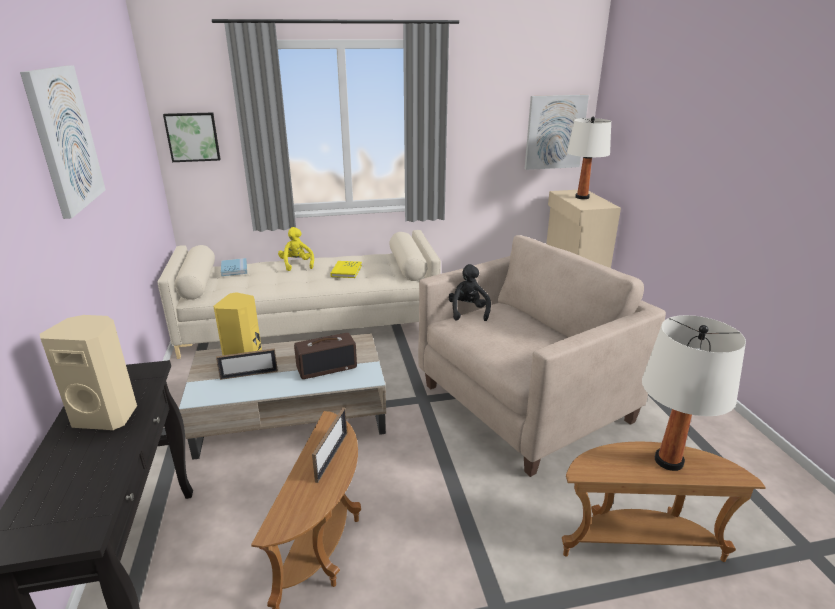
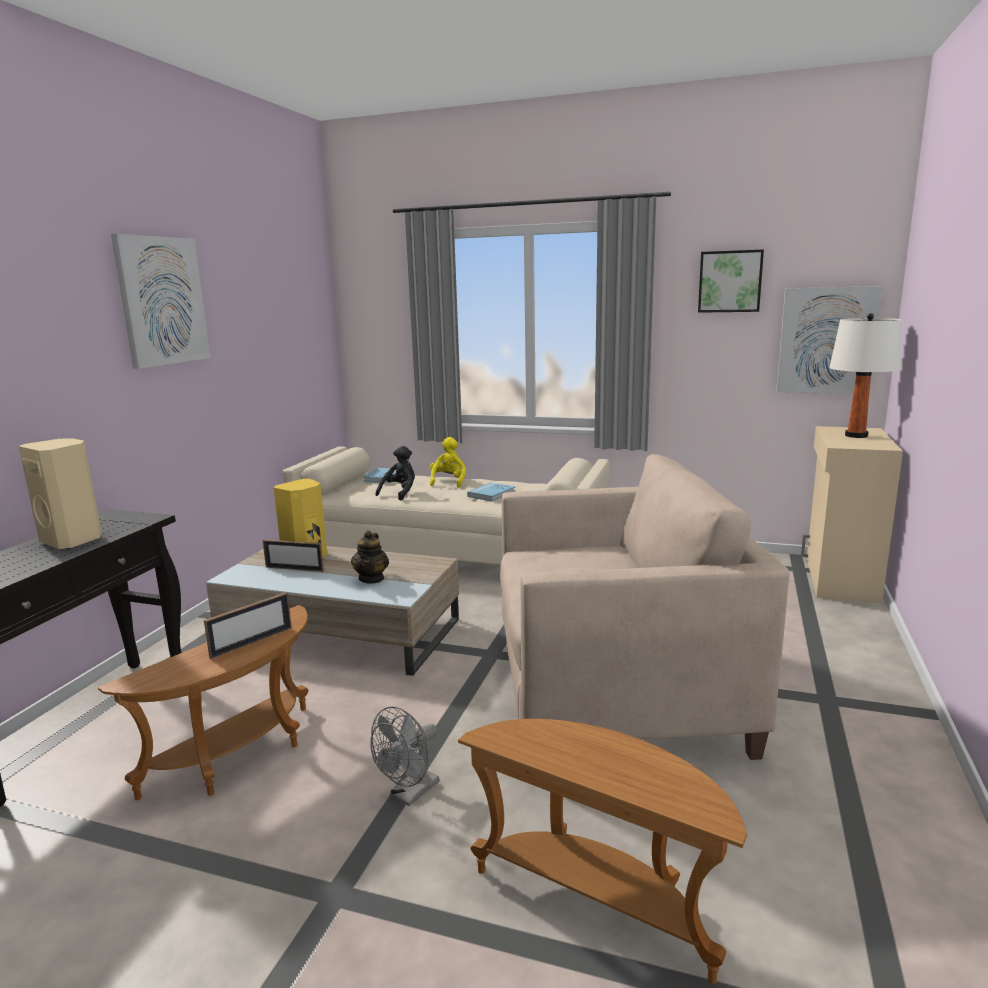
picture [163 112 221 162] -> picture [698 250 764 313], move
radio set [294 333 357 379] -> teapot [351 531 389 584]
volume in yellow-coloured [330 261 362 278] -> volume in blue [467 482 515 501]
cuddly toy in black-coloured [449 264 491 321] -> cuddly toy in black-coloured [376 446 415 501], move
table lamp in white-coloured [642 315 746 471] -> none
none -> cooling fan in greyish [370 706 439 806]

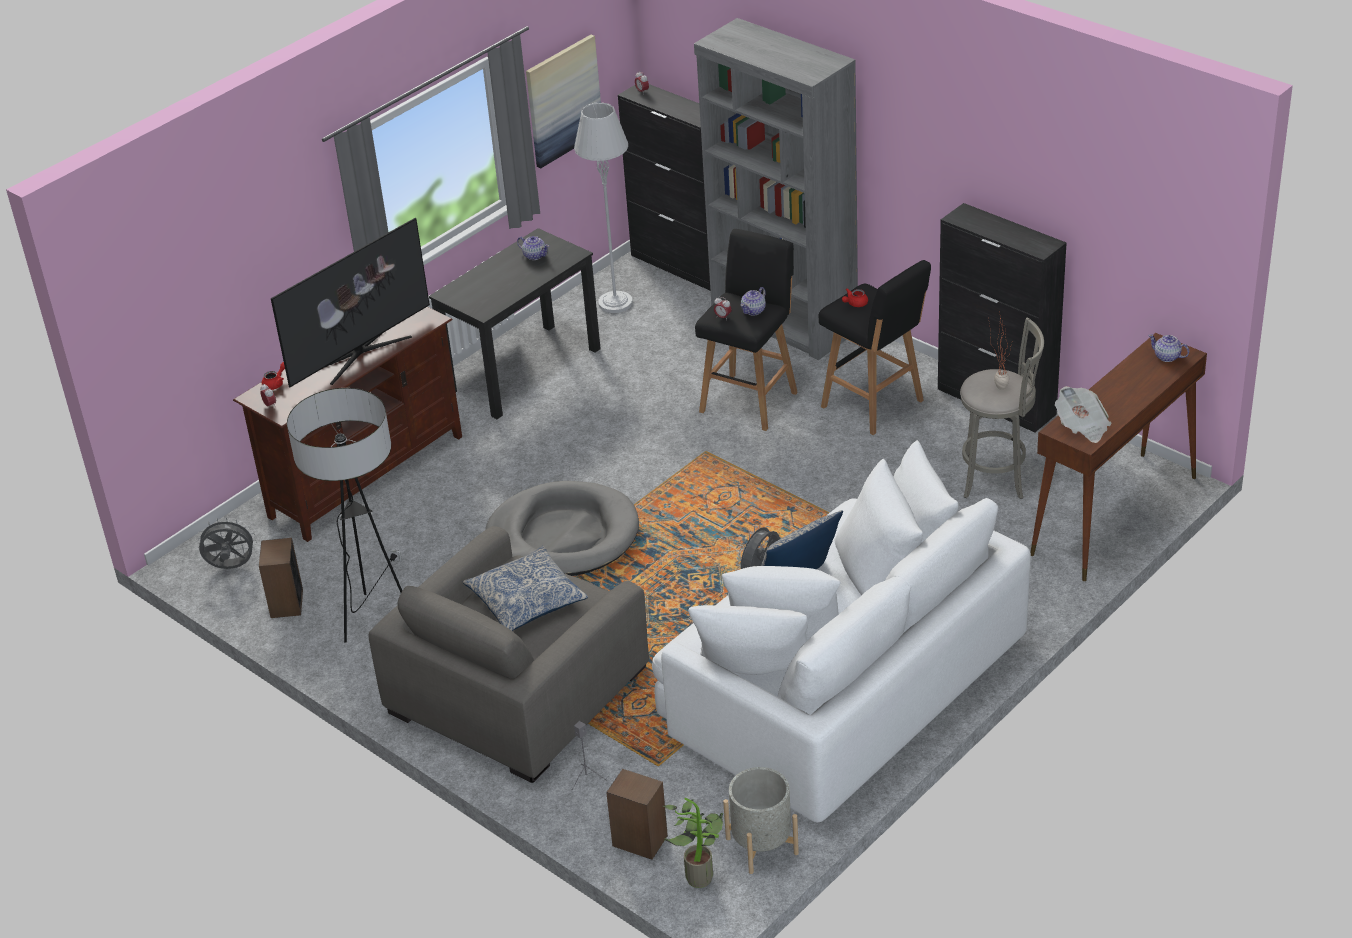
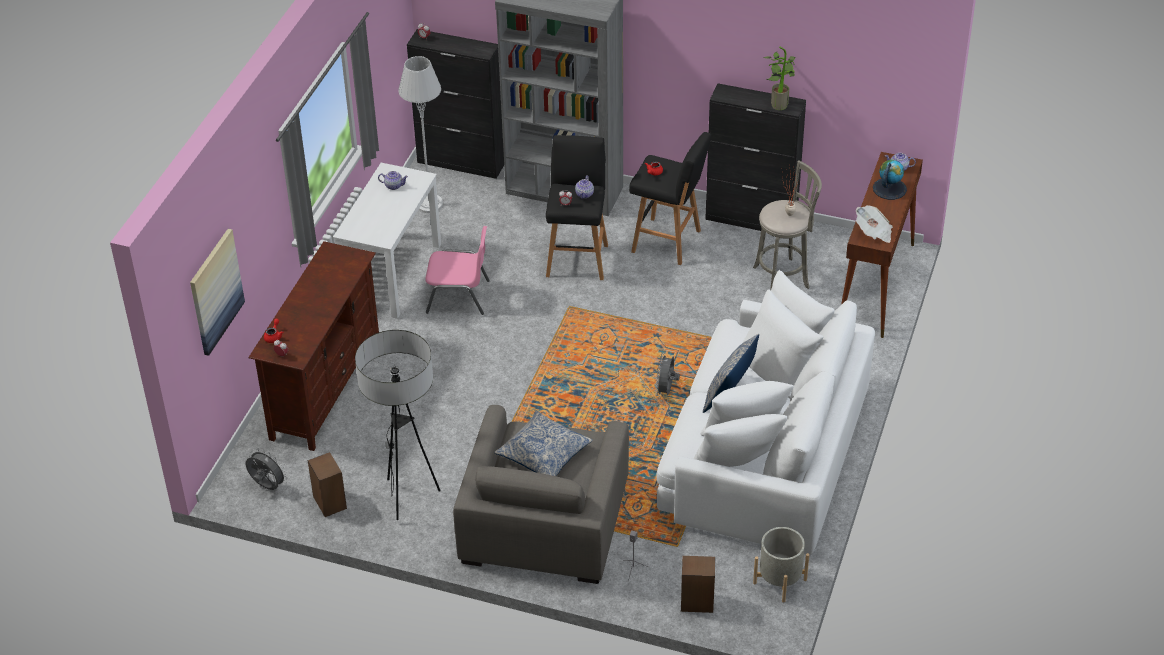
cooling fan in greyish [196 517 257 569] -> cooling fan in greyish [246 449 287 490], 60 degrees clockwise
TV [271 218 430 387] -> none
desk in black-coloured [429 228 601 419] -> desk in white-coloured [333 163 441 319]
pet bed in greyish [485 481 639 576] -> none
picture [526 35 601 168] -> picture [190 229 245 356], move
plant in a pot [663 798 723 888] -> plant in a pot [763 47 795 110], move
none -> chair in pink [425 226 490 315]
none -> world globe [873 159 907 200]

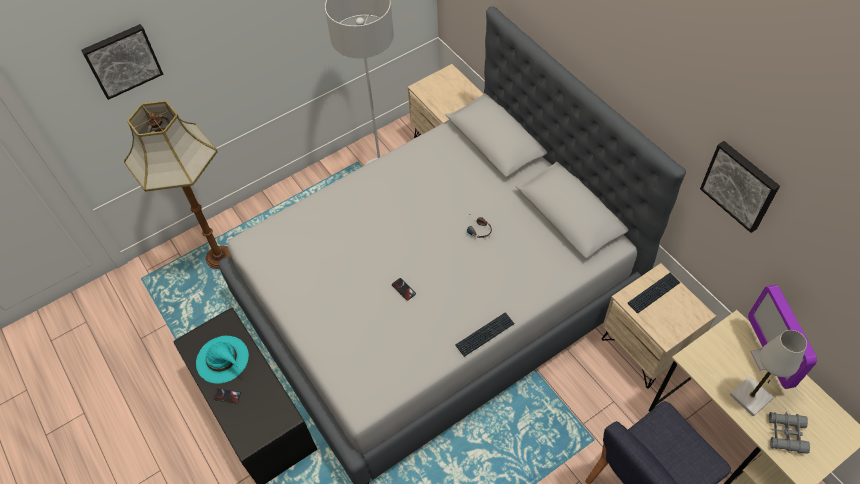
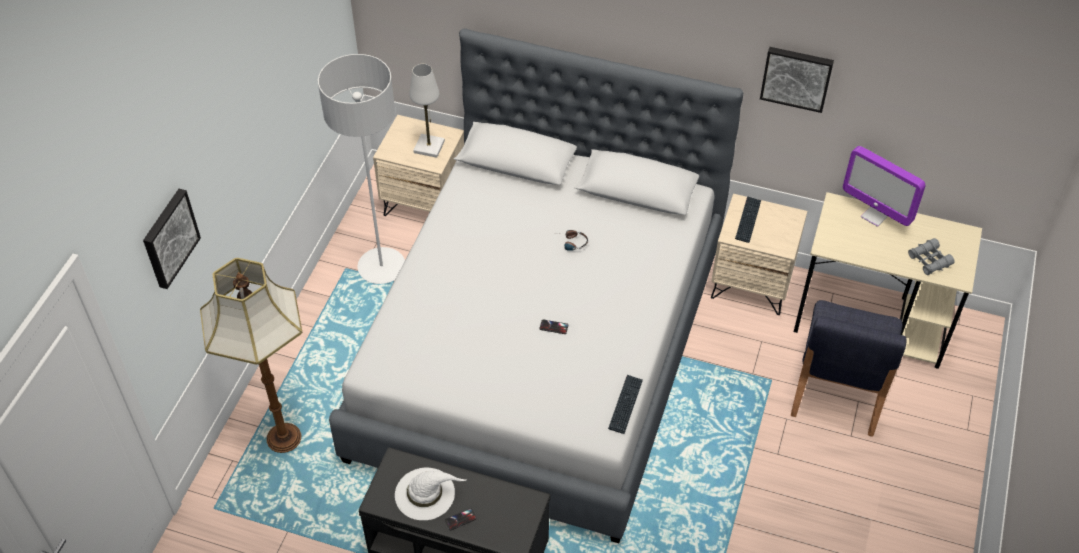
wearable hat in turquoise [196 336 249 384] -> wearable hat in white-coloured [395 468 466 520]
PC keyboard [456 312 515 357] -> PC keyboard [608 375 643 434], move
table lamp in white-coloured [730 330 807 416] -> table lamp in white-coloured [409 64 445 158], move

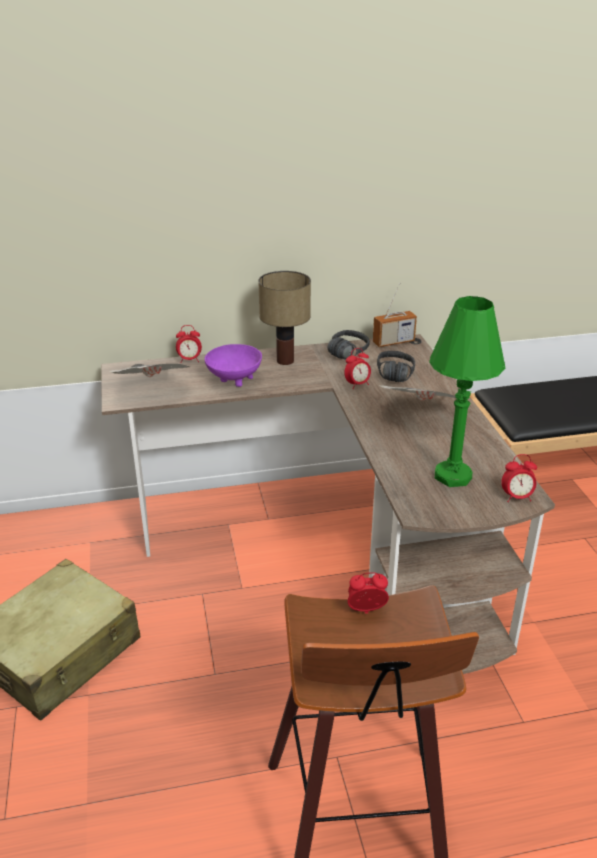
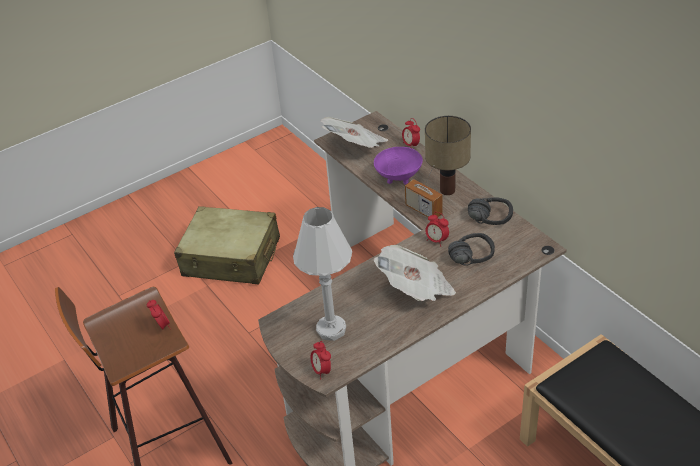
radio set [373 283 417 347] -> radio set [405 166 443 217], move
table lamp in green [429 296 505 487] -> table lamp in white-coloured [293 207 352 341]

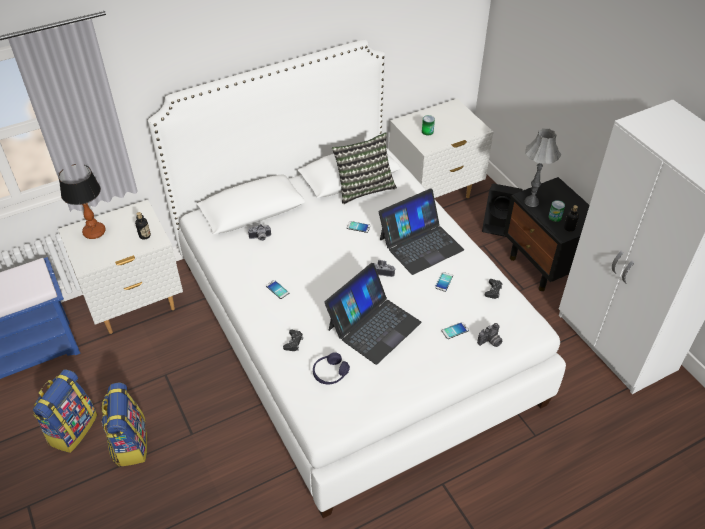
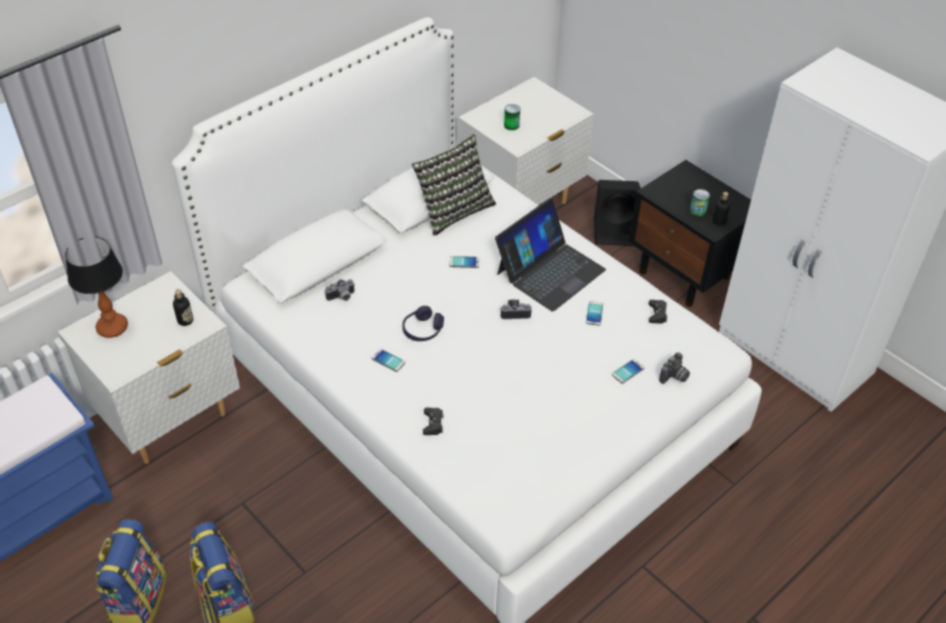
pair of headphones in purple [313 352 350 384] -> pair of headphones in purple [402 306 444 341], move
notebook computer [324 263 422 365] -> none
table lamp in greyish [525 128 561 207] -> none

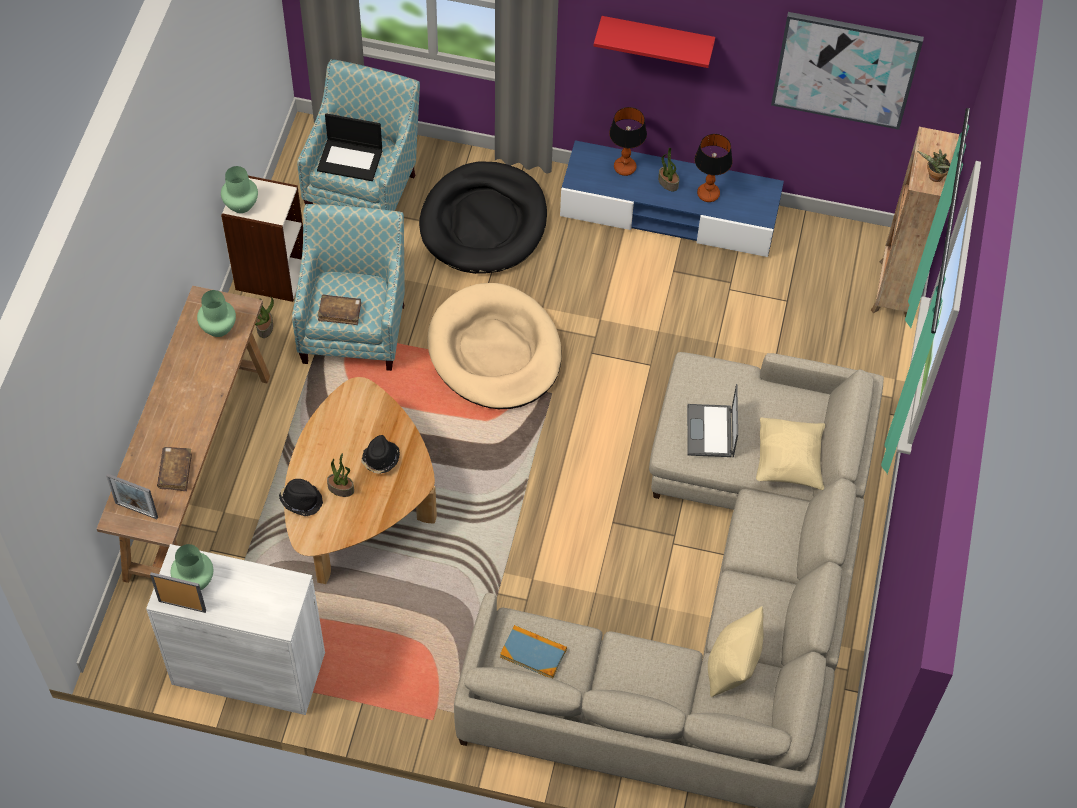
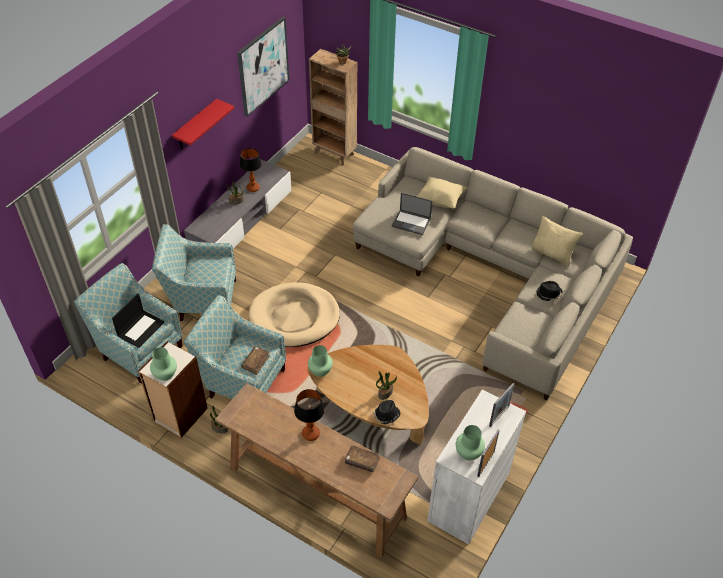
standing frame [106 474 158 519] -> standing frame [489 383 515 427], move
vase in green [197 290 236 337] -> vase in green [308 345 333 377], move
wearable hat in black-coloured [361 435 400 473] -> wearable hat in black-coloured [536 281 563 301], move
pet bed in black-coloured [419 161 547 274] -> armchair [152 224 236 321]
volume [500 625 567 678] -> none
tv stand in blue [560 140 784 257] -> tv stand in greyish [184 159 292 248]
table lamp [609 107 647 176] -> table lamp [294 389 325 441], move

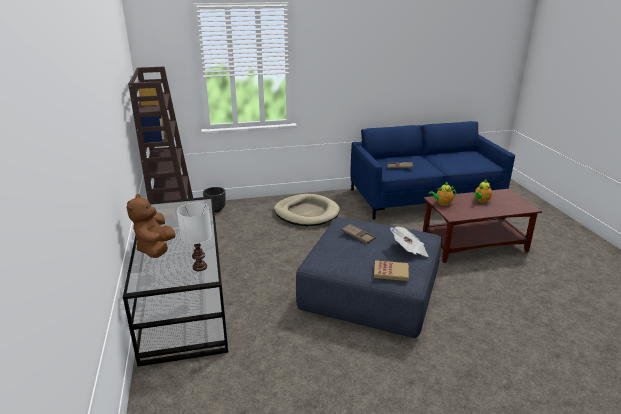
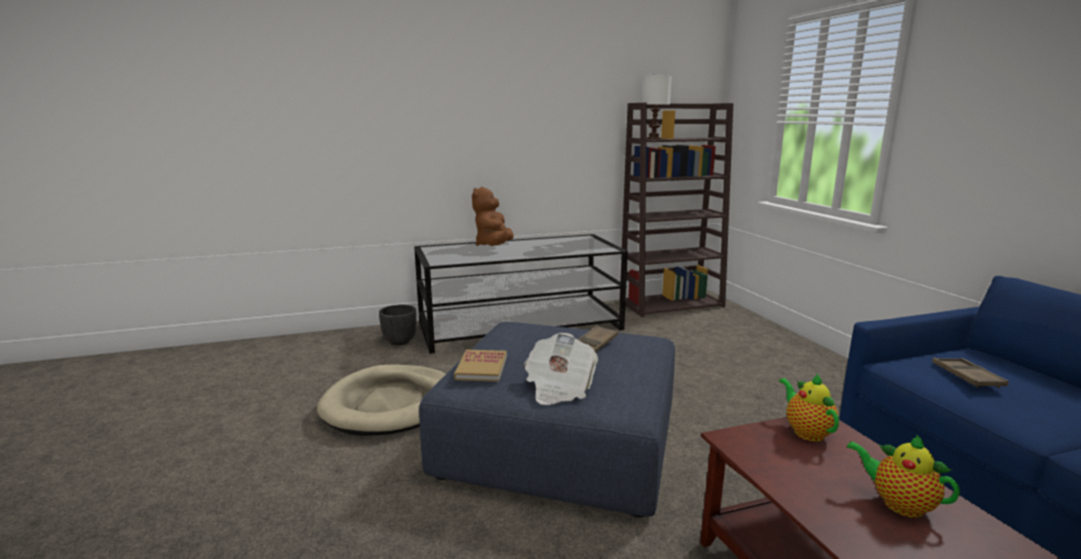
cuddly toy in brown [127 194 176 258] -> cuddly toy in brown [472 187 514 246], 75 degrees counterclockwise
table lamp in white-coloured [177 203 212 271] -> table lamp in white-coloured [642 75 672 139], move
plant pot in black-coloured [203 187 226 212] -> plant pot in black-coloured [379 305 417 345], move
pet bed in beige-coloured [274 194 340 226] -> pet bed in beige-coloured [317 364 446 436], move

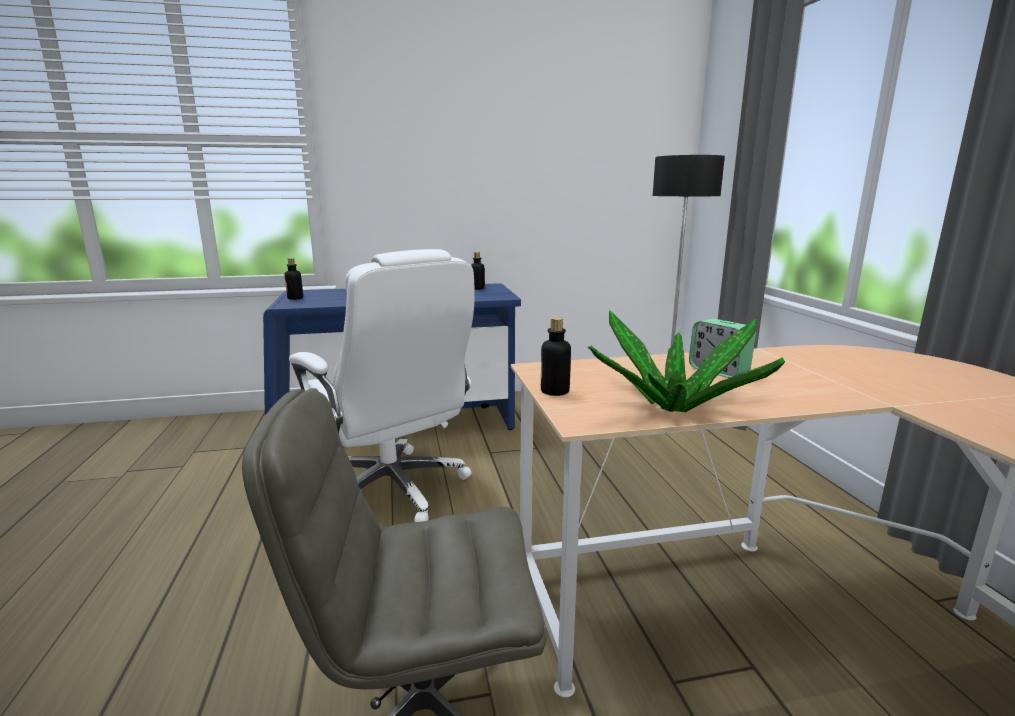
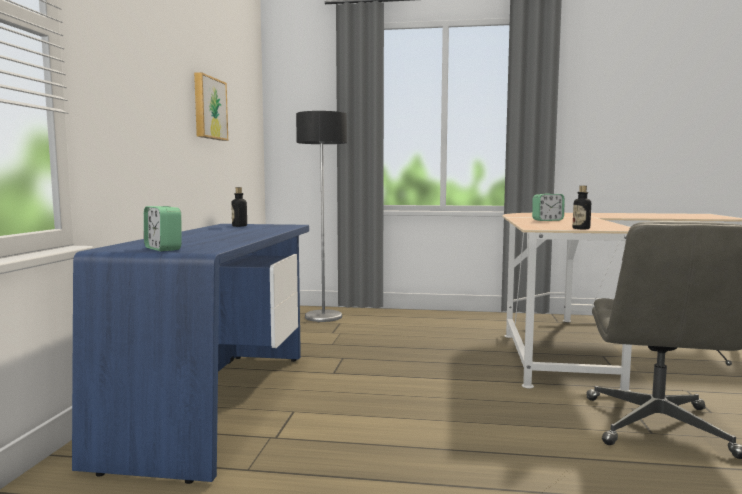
bottle [285 258 303 300] -> table clock [144 206 181 251]
computer chair in white-coloured [289 249 475 522] -> none
plant in a pot [588 311 785 412] -> none
none -> picture [194 72 228 141]

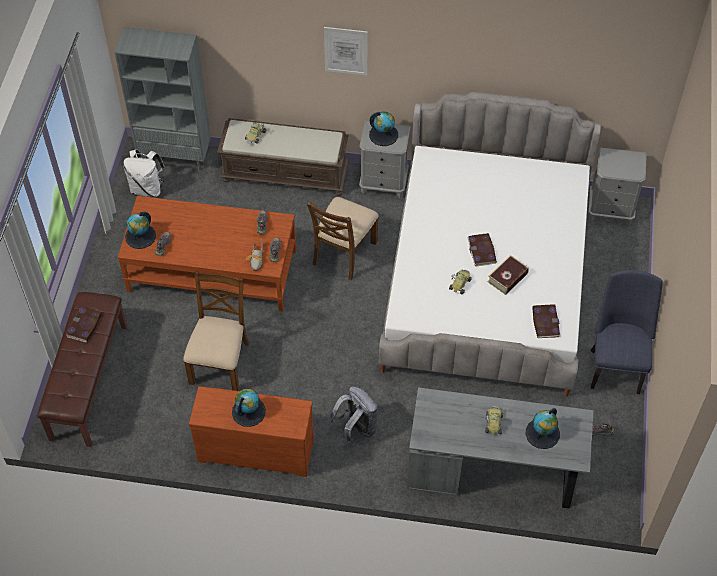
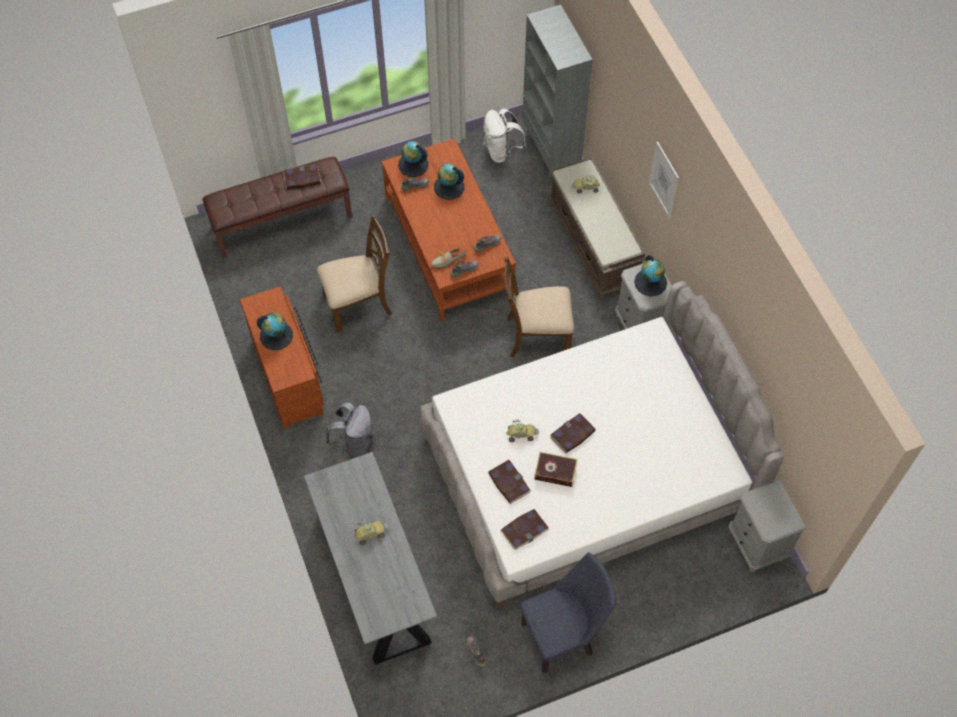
world globe [526 408 560 449] -> world globe [434 164 464 200], move
none -> volume [488 460 531 504]

